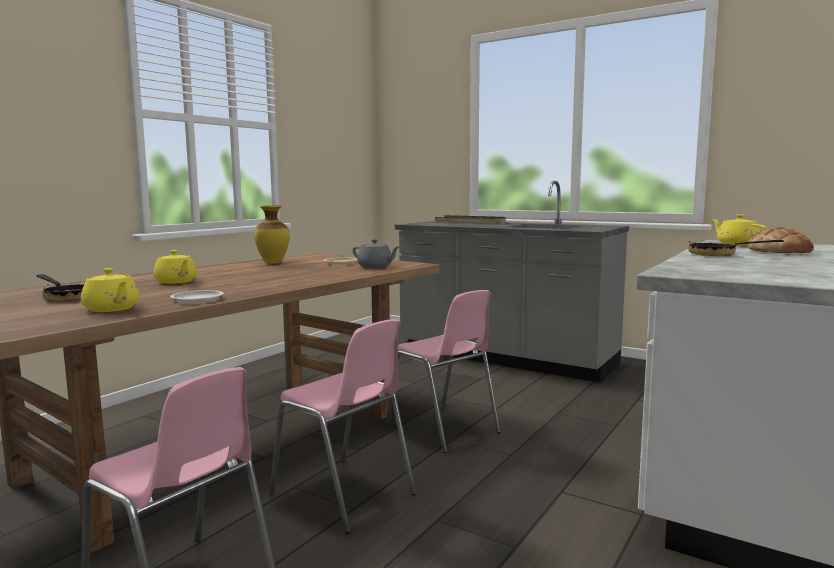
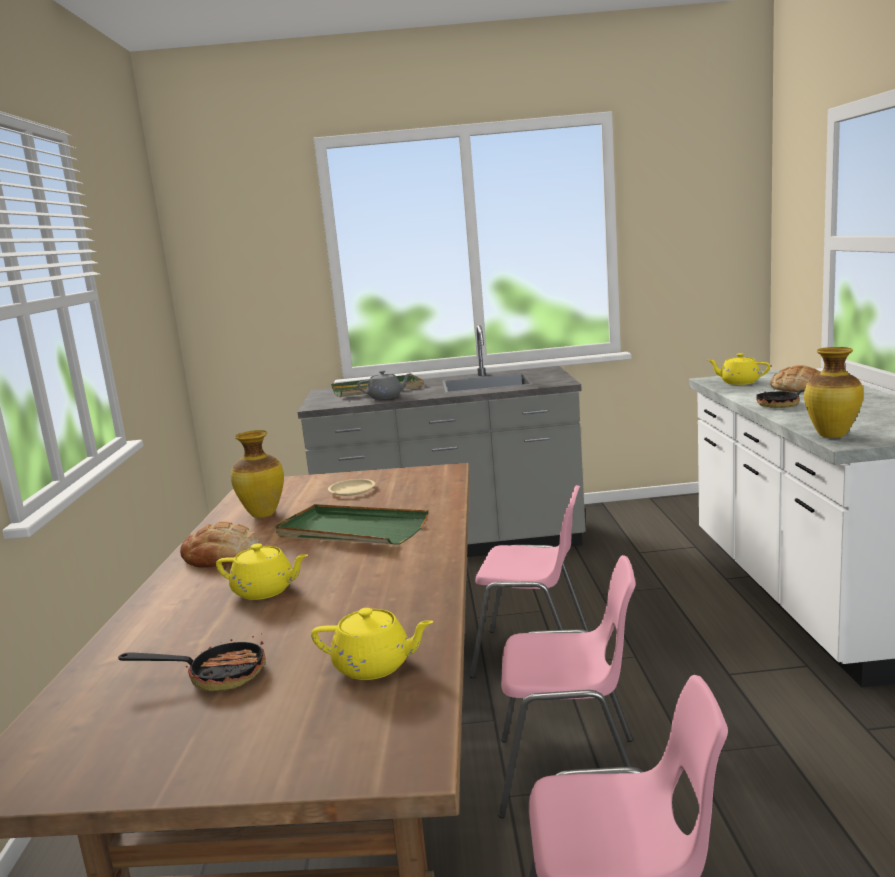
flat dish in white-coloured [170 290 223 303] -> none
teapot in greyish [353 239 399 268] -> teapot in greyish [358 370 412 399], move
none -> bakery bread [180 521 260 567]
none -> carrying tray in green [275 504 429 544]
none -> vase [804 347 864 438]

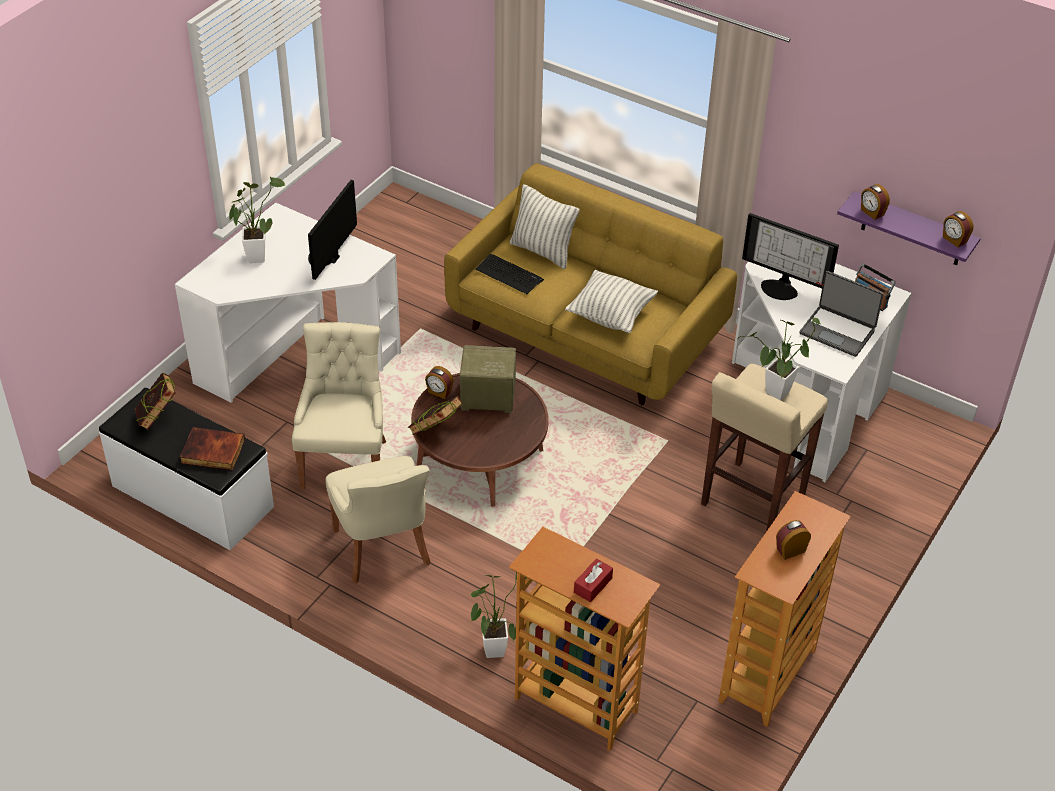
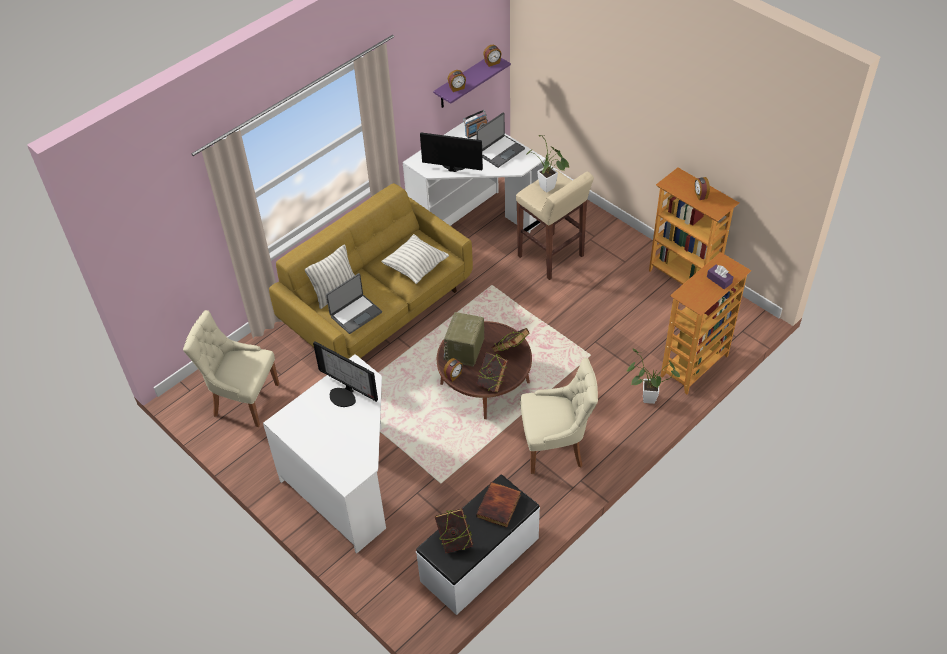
plant in a pot [229 177 285 263] -> none
chair in beige-coloured [292 322 386 489] -> chair in beige-coloured [183 310 279 427], move
PC keyboard [475 254 544 294] -> notebook computer [326 273 382 334]
tissue holder in reddish [574 559 613 602] -> tissue holder in purple [707 265 733 289]
monitor [742 213 839 300] -> monitor [420 132 483 172], 120 degrees counterclockwise
none -> volume [491 328 530 353]

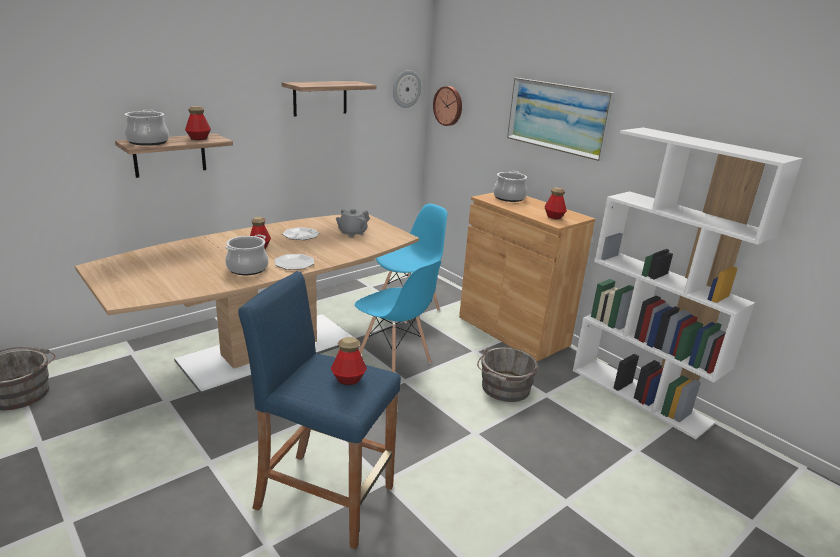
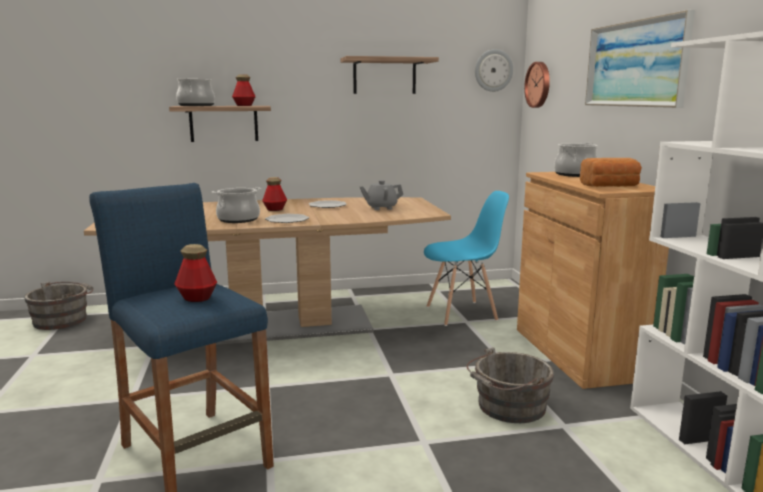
chair in blue [355 260 441 373] -> none
bottle [544 187 567 219] -> bakery bread [580 158 642 187]

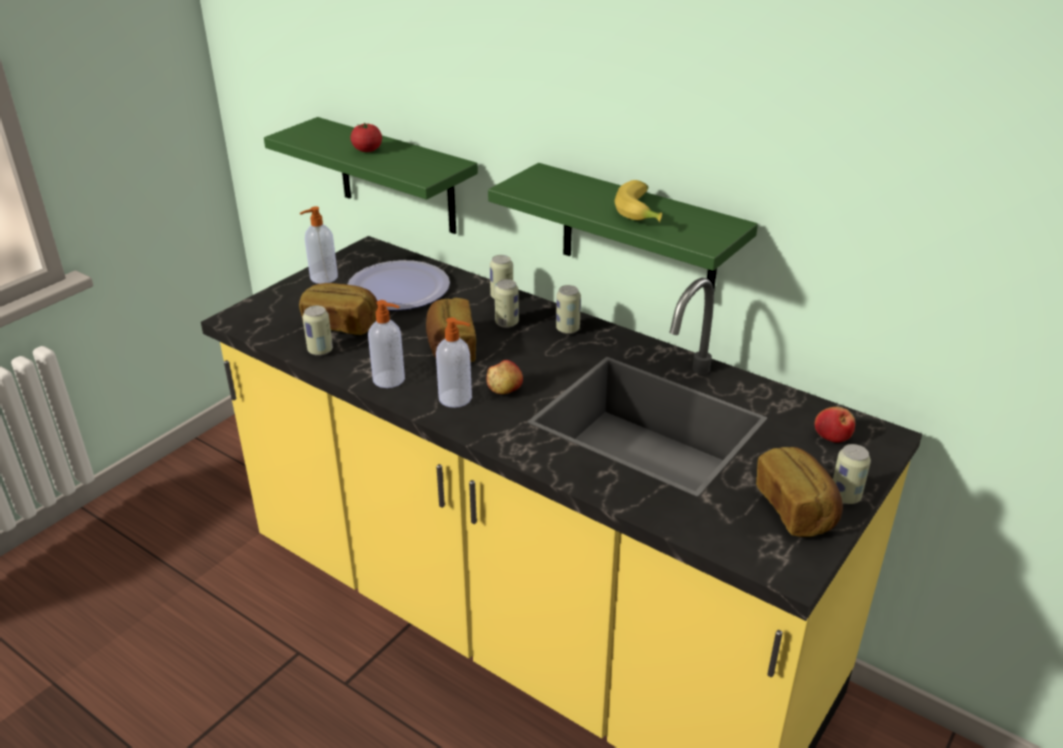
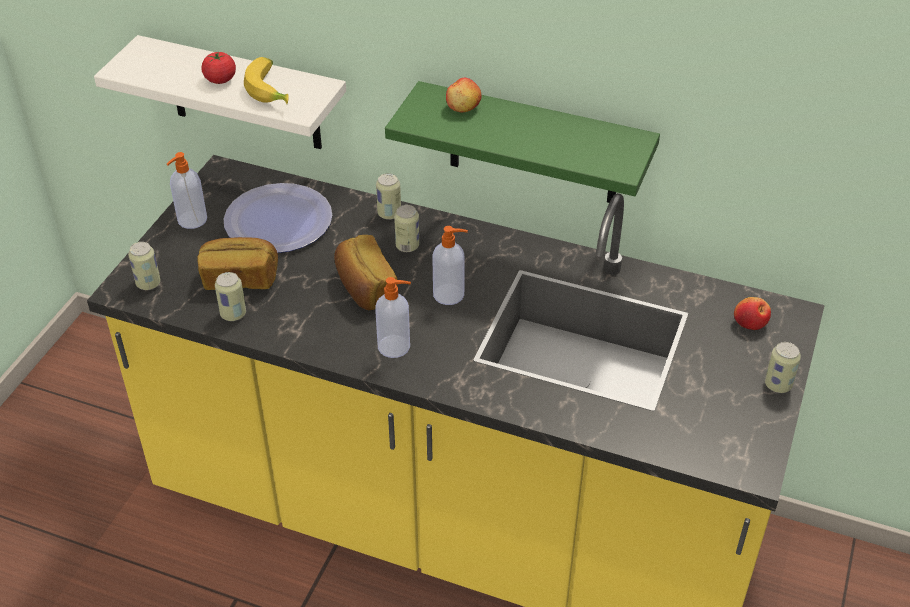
wall shelf in green [264 117 478 234] -> wall shelf in white-coloured [94 35 346 149]
soap bottle [368 300 405 388] -> soap bottle [432 226 468 305], move
whole apple [487 360 523 394] -> whole apple [446 78 481 112], move
can [556 285 581 334] -> can [128 242 161 290], move
banana fruit [615 180 662 223] -> banana fruit [244 57 289 104], move
bakery bread [756 447 843 537] -> none

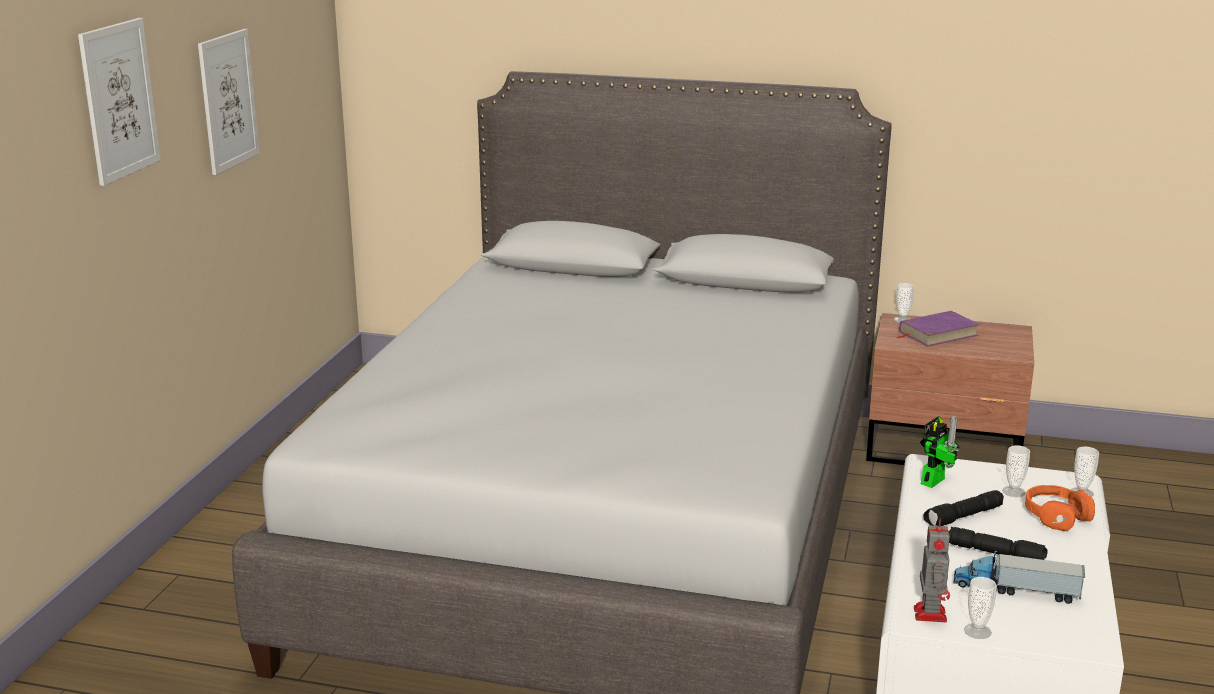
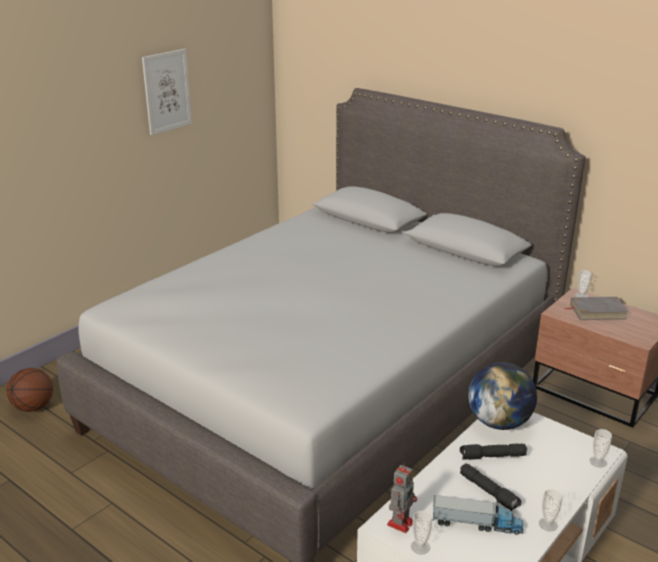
picture [78 18 161 186] -> none
volume in purple [897 311 980 347] -> volume in greyish [565 297 628 320]
robot figure [920 415 960 488] -> world globe [468 362 537 430]
toy lorry [954 551 1085 604] -> toy lorry [432 495 523 535], 150 degrees clockwise
small cup [1002 445 1030 497] -> small cup [539 489 562 531], move
pair of headphones in orangey [1025 485 1095 531] -> none
none -> ball for basketball [6 368 53 412]

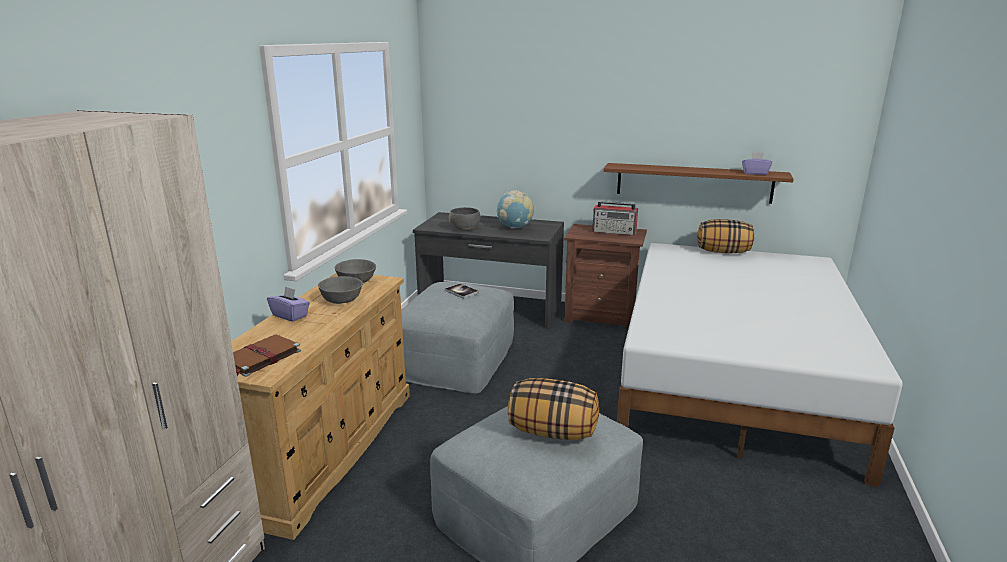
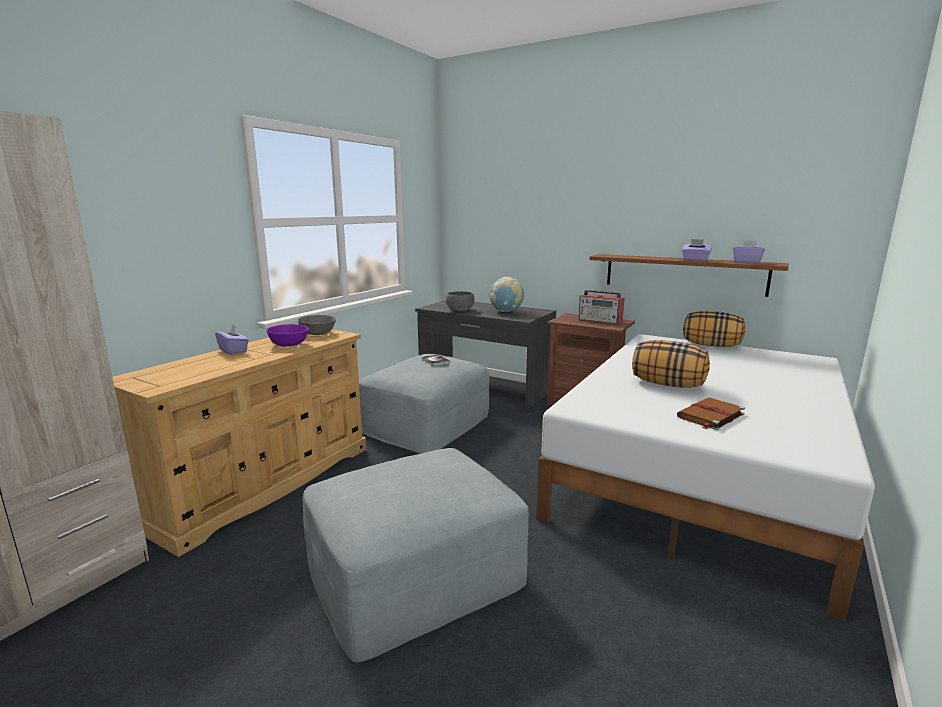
volume in brown [233 334 301 377] -> volume in brown [677 398 745 430], move
bowl in greyish [318 276 363 304] -> bowl in purple [266 324 309 346]
throw pillow [508 378 599 440] -> throw pillow [632 340 710 388], move
none -> tissue holder in purple [682 239 712 261]

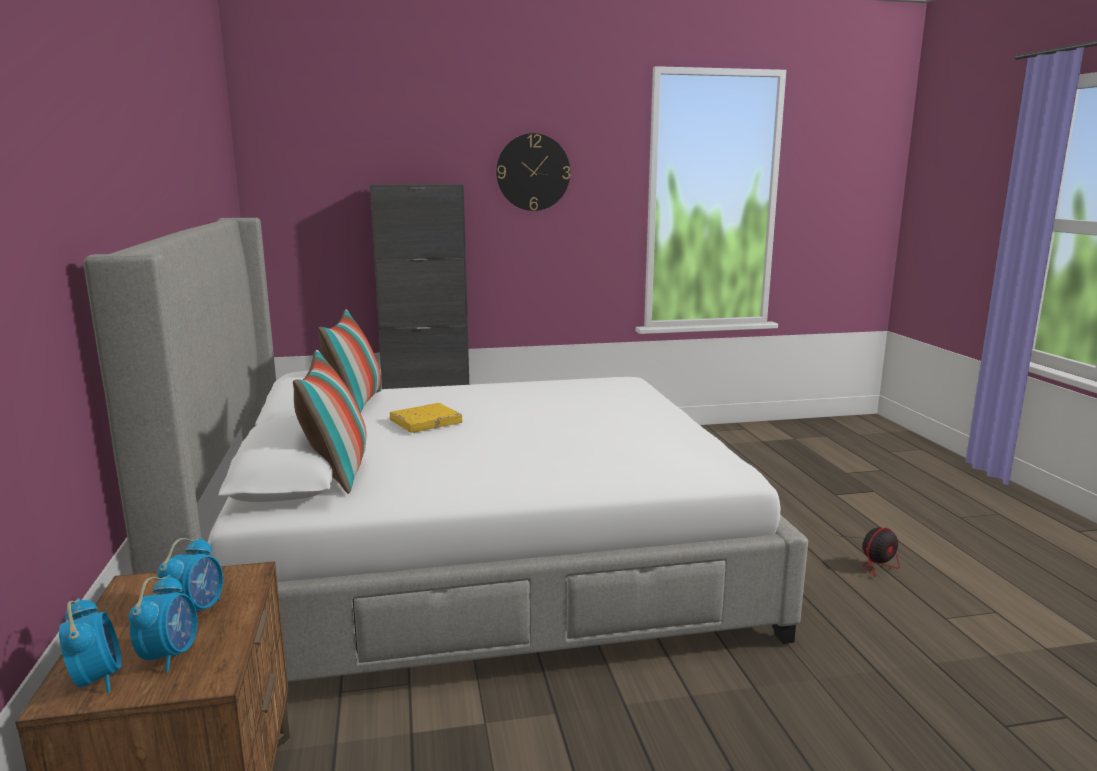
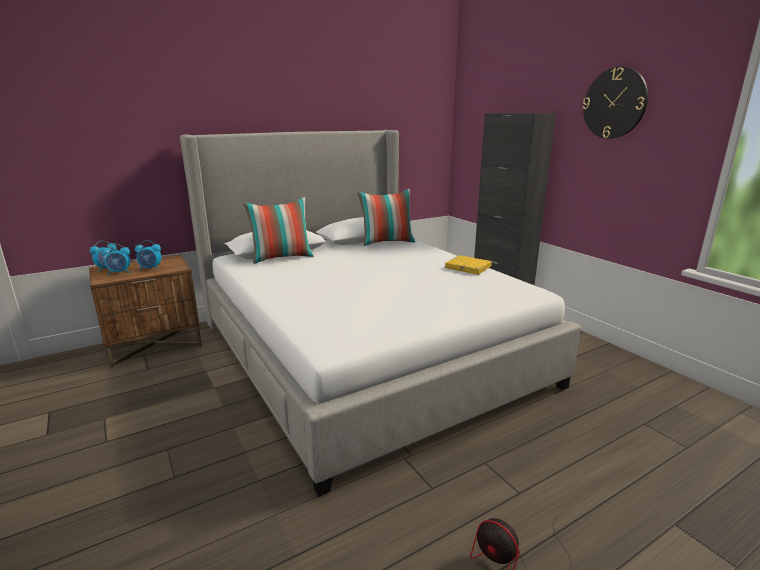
volume in yellow-coloured [390 403 462 433] -> volume in yellow-coloured [445 255 492 275], move

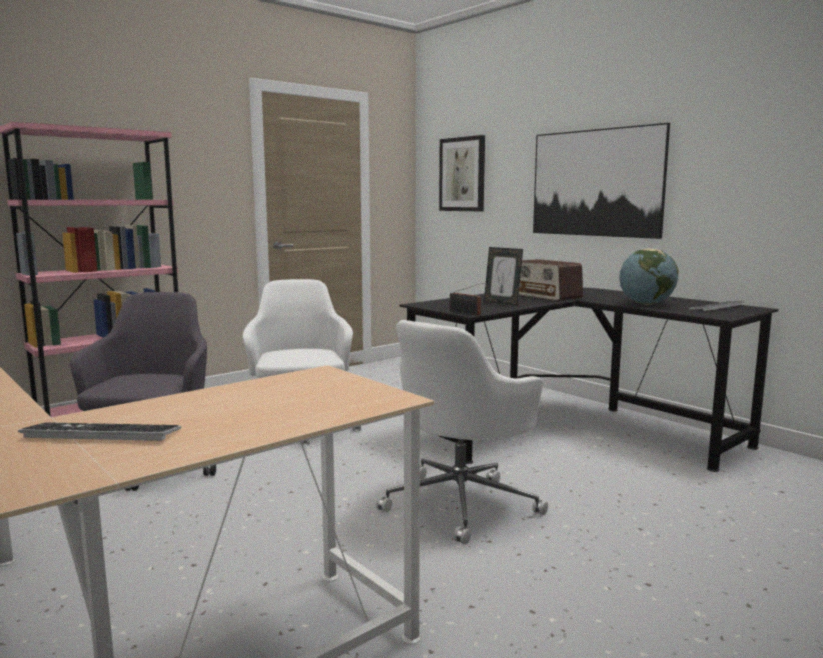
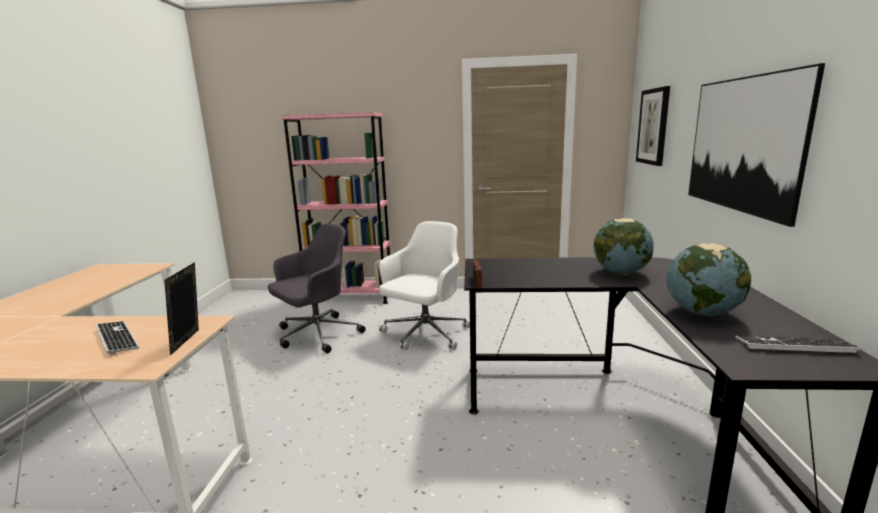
PC keyboard [18 422 181 441] -> PC keyboard [96 321 139 355], move
computer chair in white-coloured [376 320 548 545] -> none
standing frame [484 247 523 306] -> standing frame [164 262 199 355], move
radio set [519 259 583 301] -> world globe [593 218 654 275]

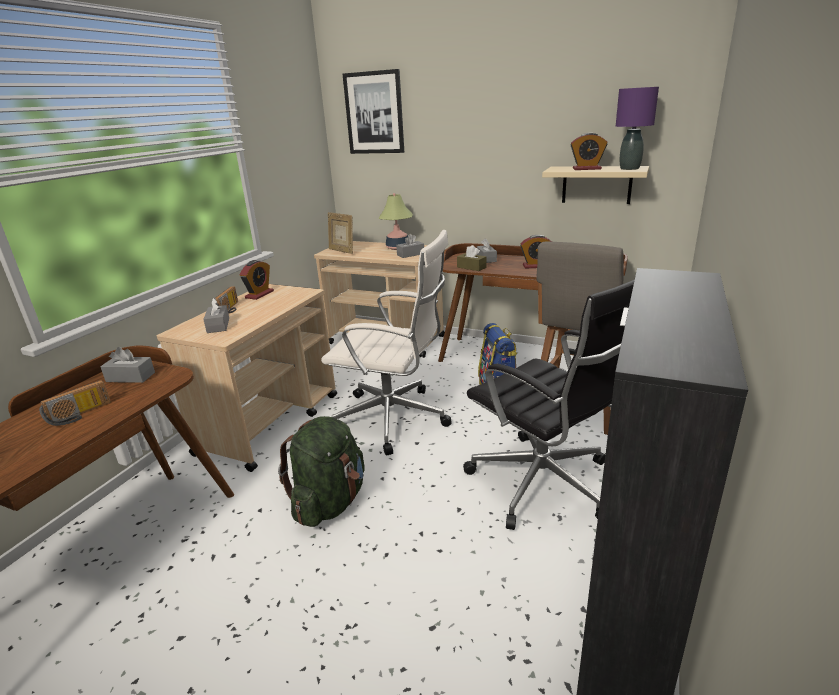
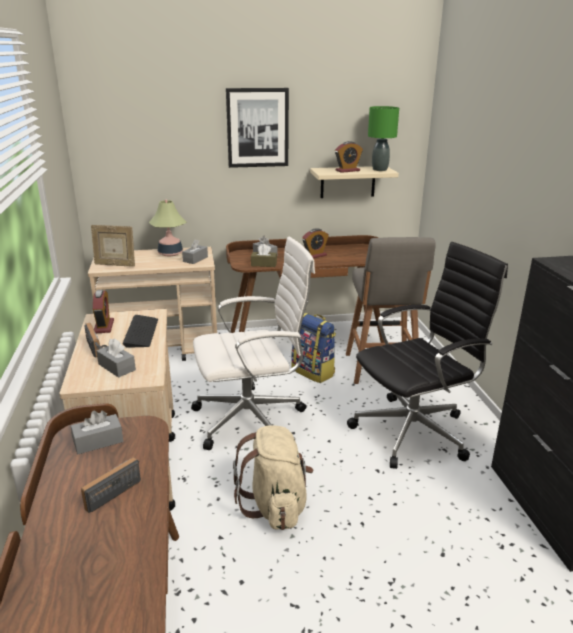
radio set [39 380 111 426] -> radio set [81 457 141 513], 150 degrees counterclockwise
rucksack in green [278 416 365 527] -> rucksack in beige-coloured [233 425 313 530]
picture [342 69 404 154] -> picture [226 88 289 168], move
computer chair in black-coloured [463 279 635 530] -> computer chair in black-coloured [347 242 508 469], 45 degrees counterclockwise
table lamp in purple [616 87 659 170] -> table lamp in green [368 106 399 171]
none -> PC keyboard [122 315 158 348]

